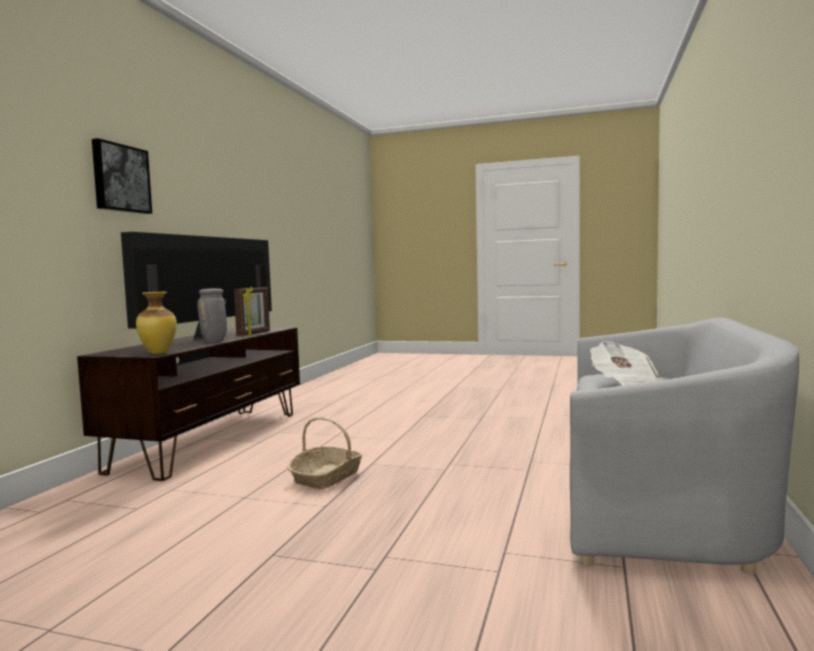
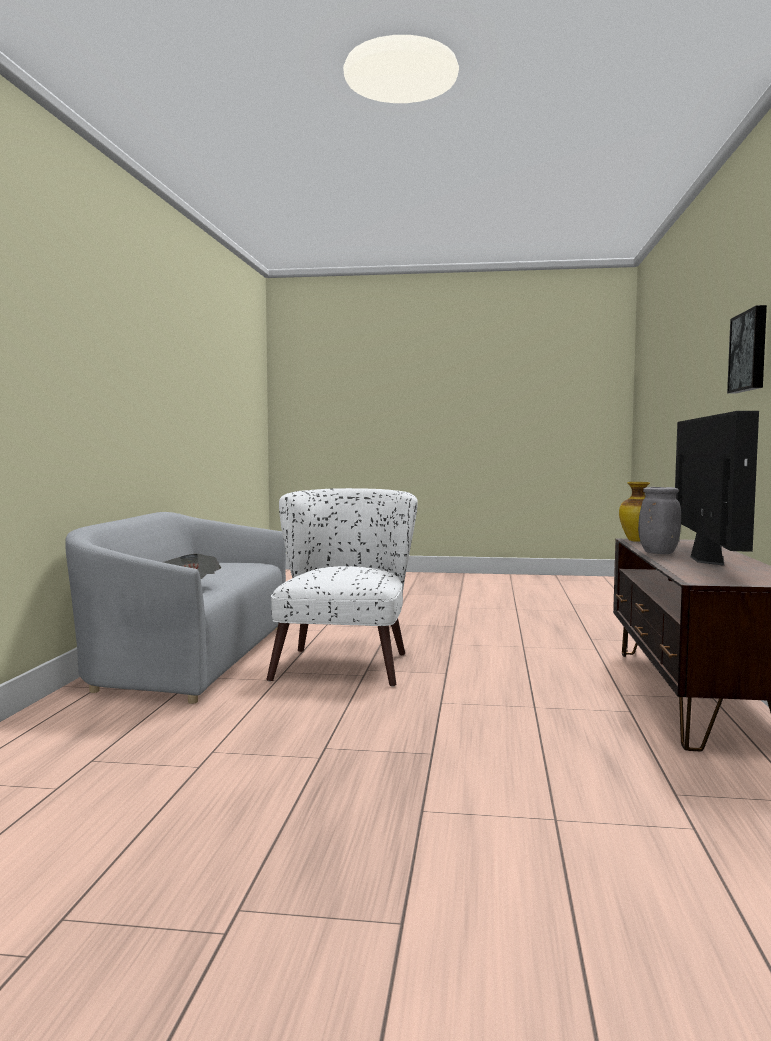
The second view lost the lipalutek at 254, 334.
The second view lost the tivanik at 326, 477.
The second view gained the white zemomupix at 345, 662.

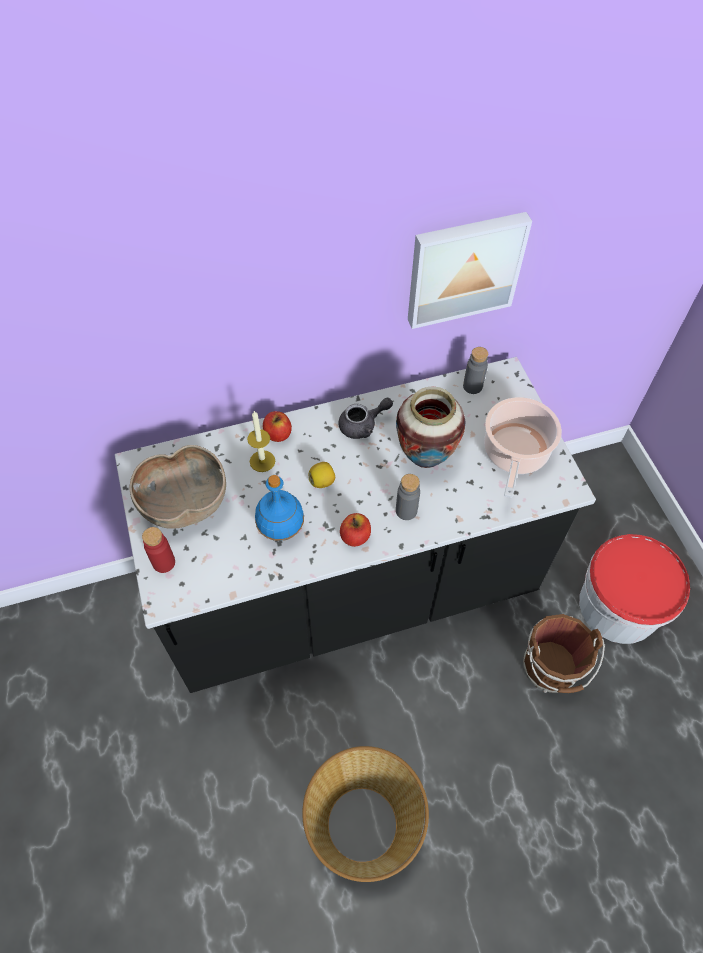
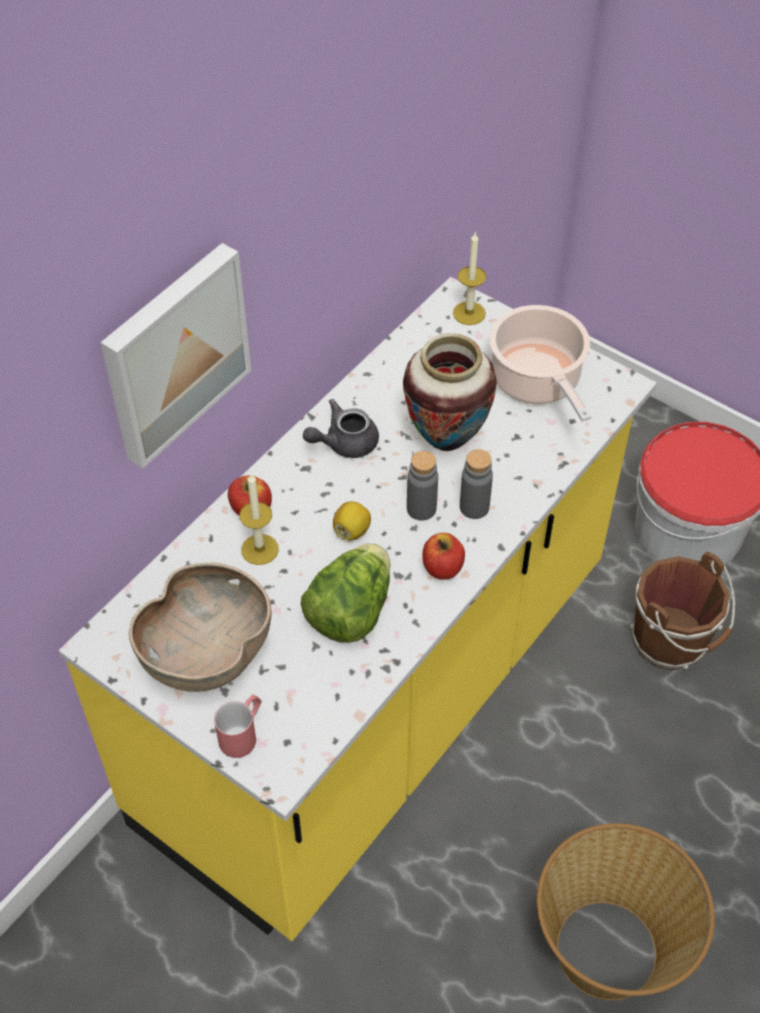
What was the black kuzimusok at 350, 589 turned into the yellow kuzimusok at 380, 697.
Where the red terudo stood at 164, 562, the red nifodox came to stand at 243, 733.
Where the blue terudo stood at 280, 529, the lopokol came to stand at 350, 611.
The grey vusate at 363, 425 ended up facing another way, 150 degrees counterclockwise from before.
The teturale ended up elsewhere, having gone from 464, 268 to 173, 352.
The grey terudo ended up elsewhere, having gone from 472, 386 to 421, 509.
The second view gained the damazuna at 469, 313.

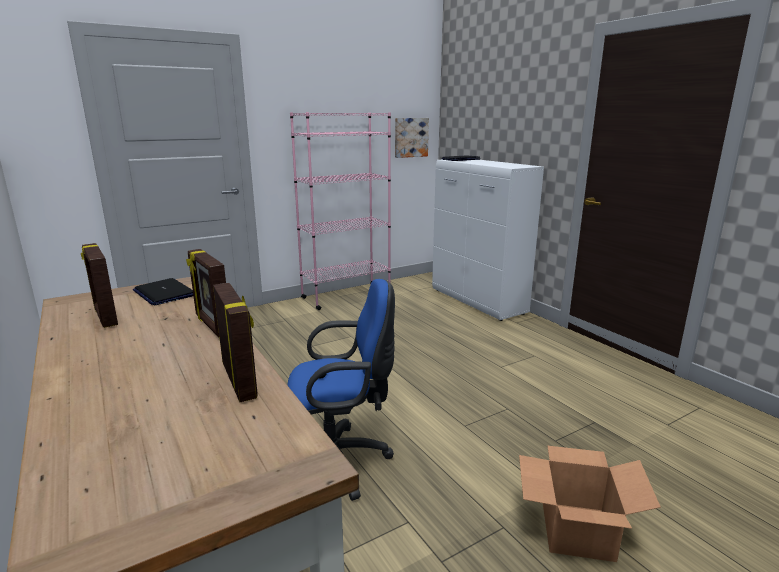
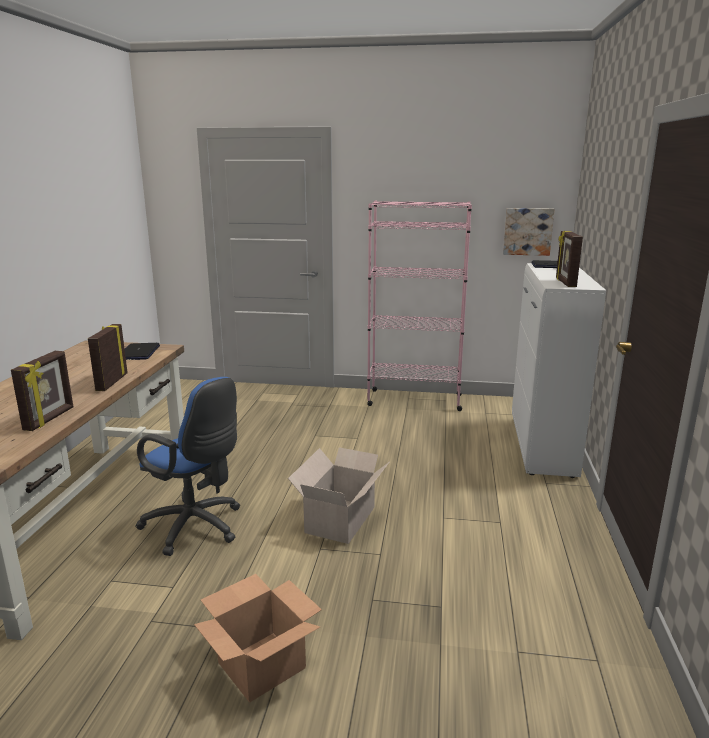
The lipalutek ended up elsewhere, having gone from 104, 316 to 565, 283.
The second view gained the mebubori at 342, 518.

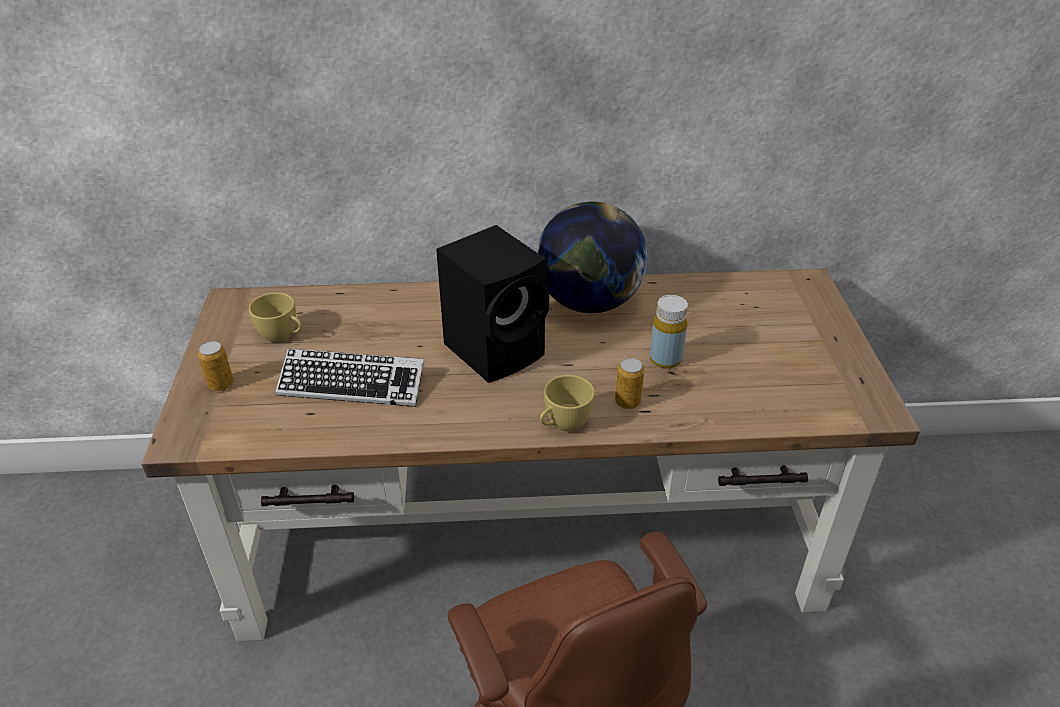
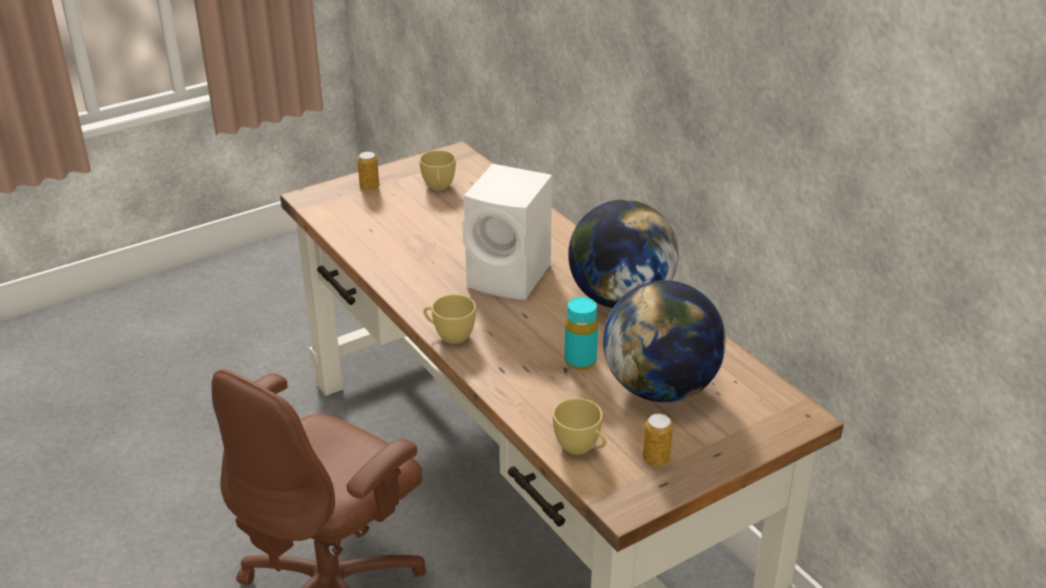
The second view lost the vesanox at 352, 384.
What was the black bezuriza at 497, 349 turned into the white bezuriza at 511, 277.
The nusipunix ended up elsewhere, having gone from 627, 402 to 656, 459.
What was the yellow terudo at 665, 359 turned into the turquoise terudo at 580, 361.
The second view gained the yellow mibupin at 581, 448.
The second view gained the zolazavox at 660, 388.

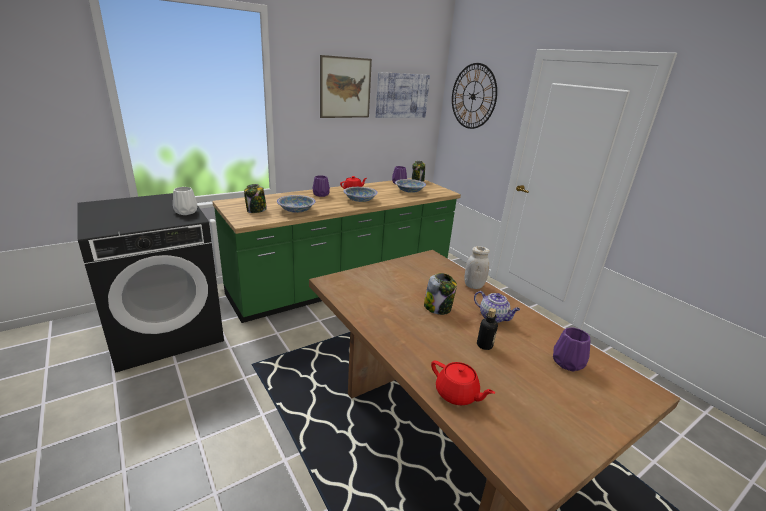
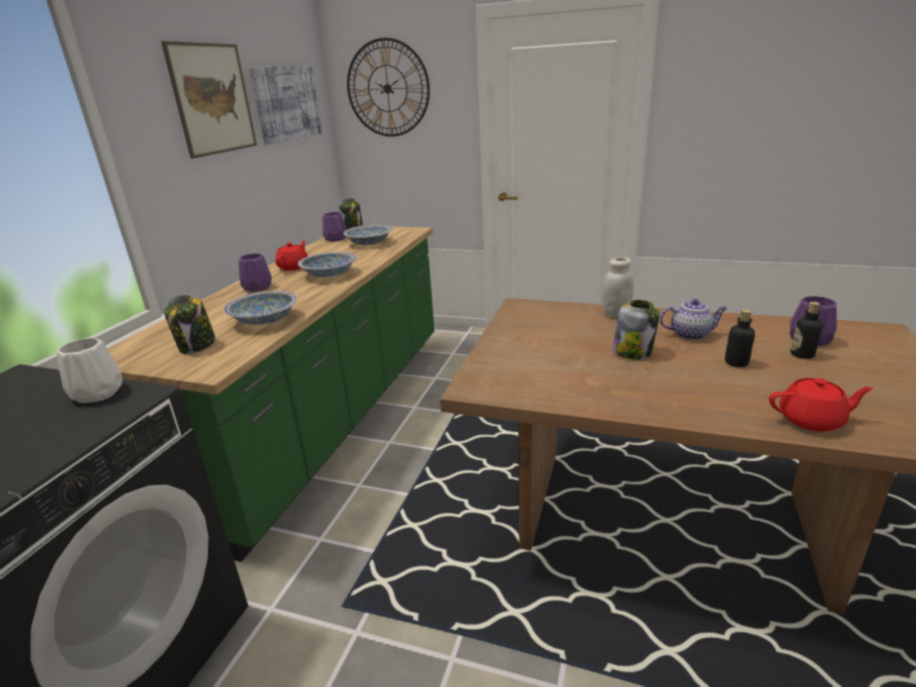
The second view gained the terudo at 802, 354.

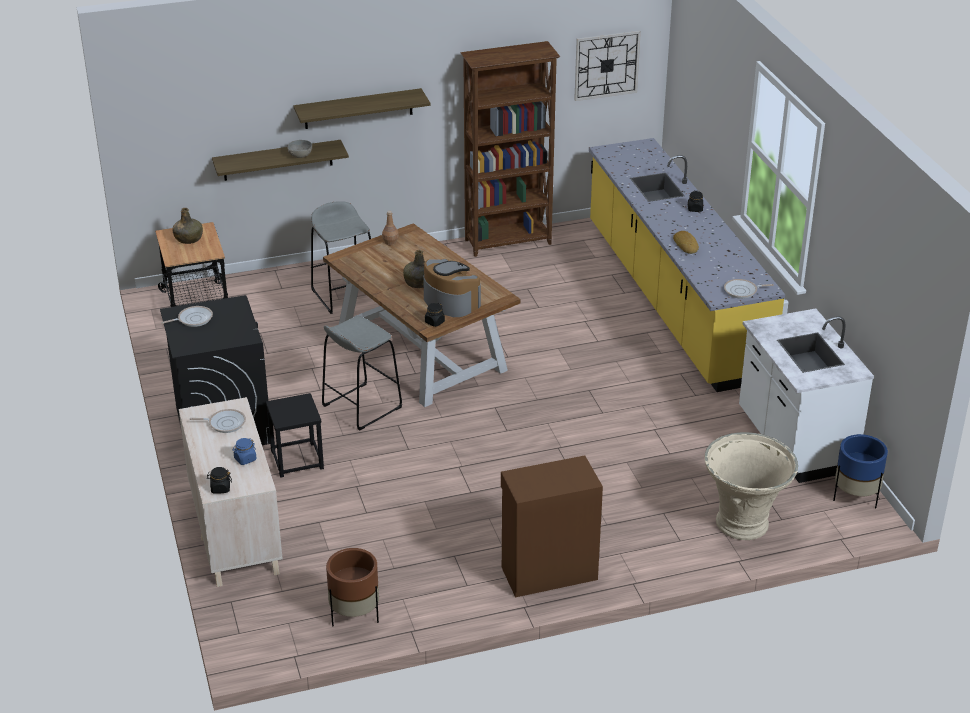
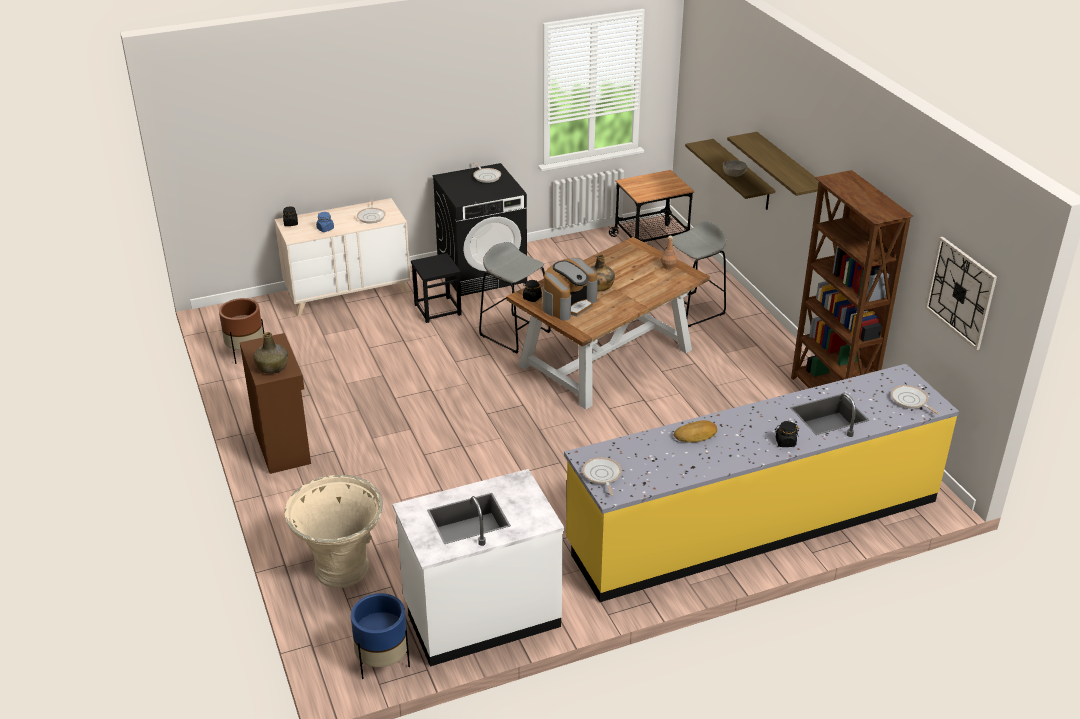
The green terudo ended up elsewhere, having gone from 188, 239 to 272, 367.
The second view gained the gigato at 910, 401.

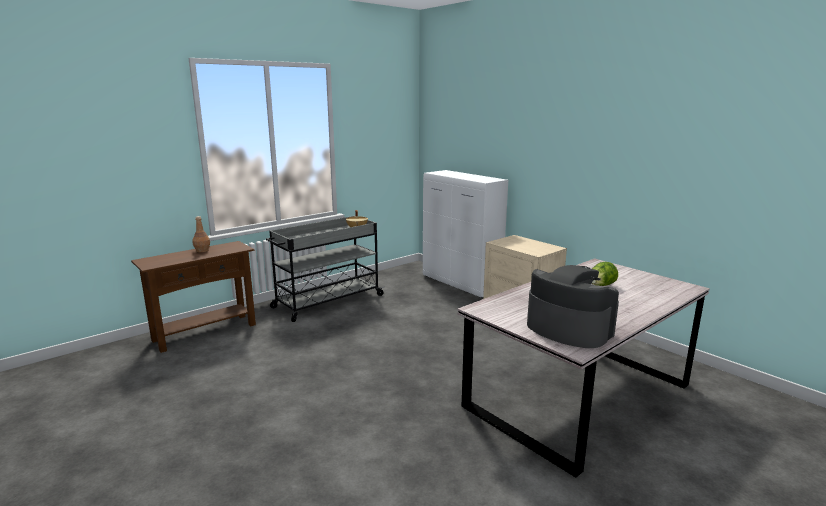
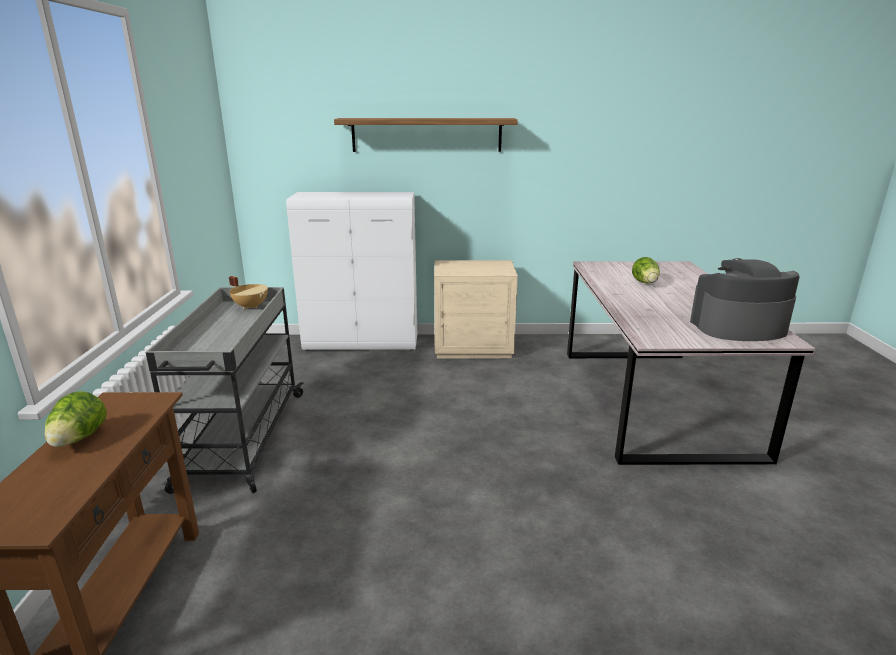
Where the brown terudo stood at 202, 250, the lopokol came to stand at 79, 439.
The second view gained the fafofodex at 426, 135.

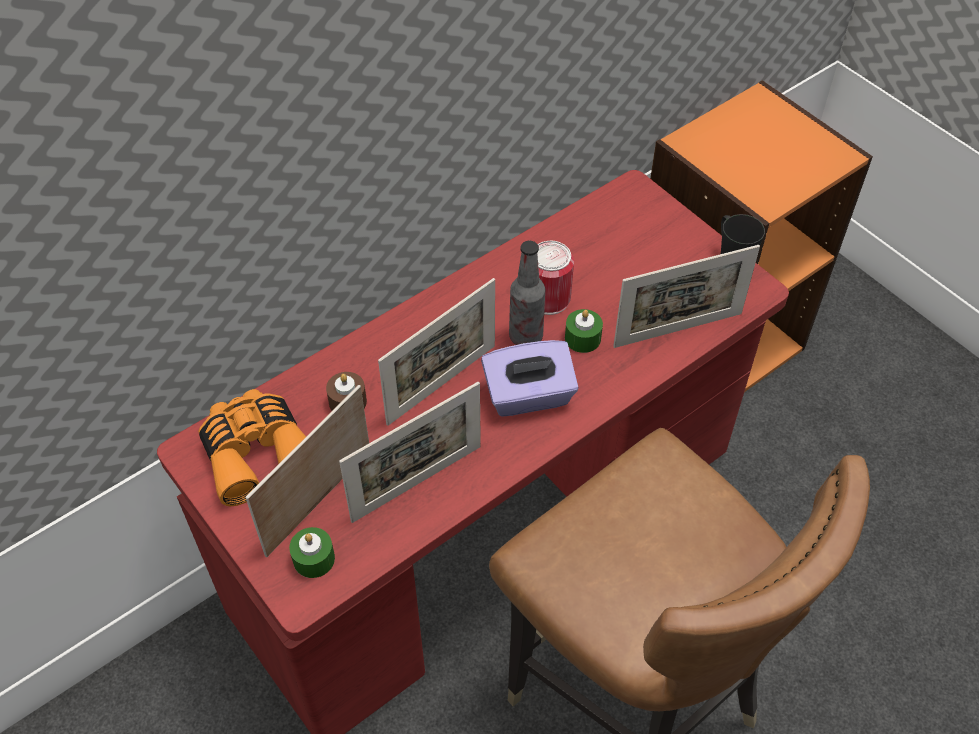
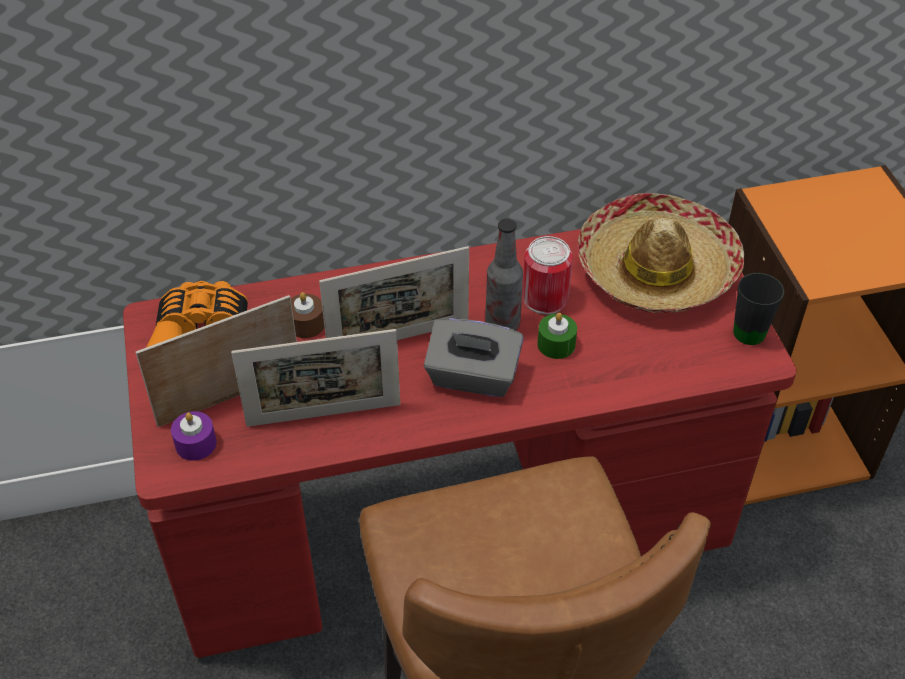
What was the green damazuna at 314, 559 turned into the purple damazuna at 196, 444.
What was the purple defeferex at 529, 396 turned into the grey defeferex at 472, 377.
The second view lost the lipalutek at 678, 330.
The second view gained the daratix at 656, 269.

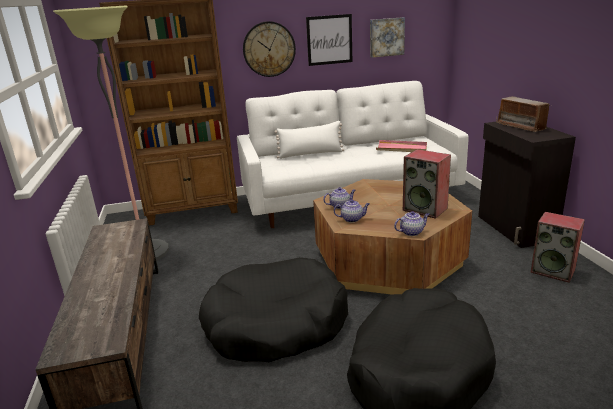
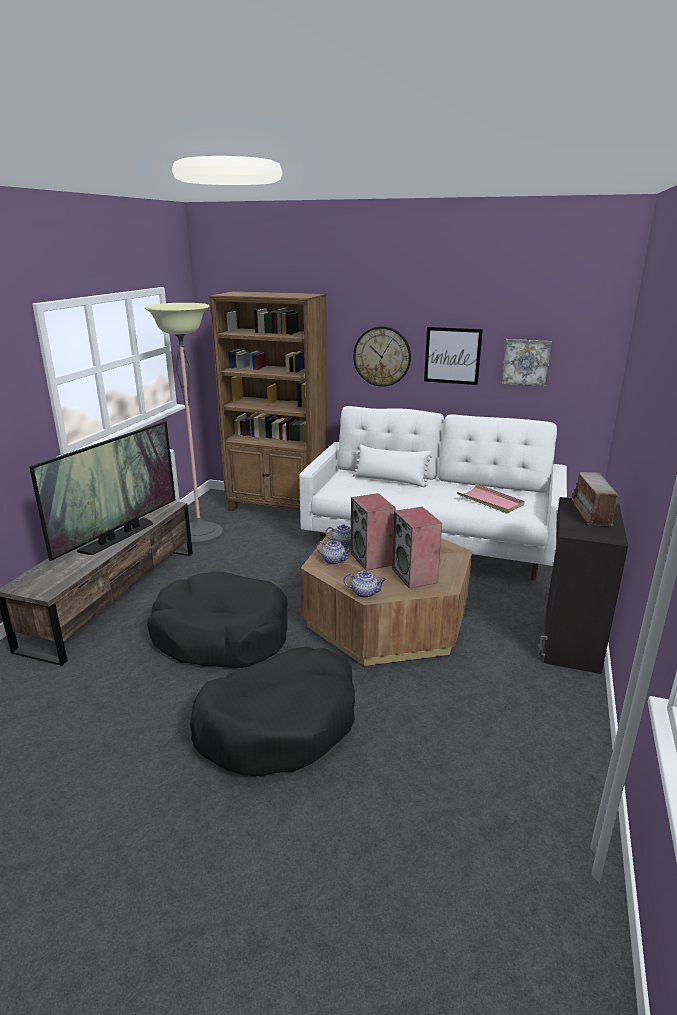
The bezuriza ended up elsewhere, having gone from 553, 271 to 372, 559.
The second view gained the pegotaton at 118, 537.

